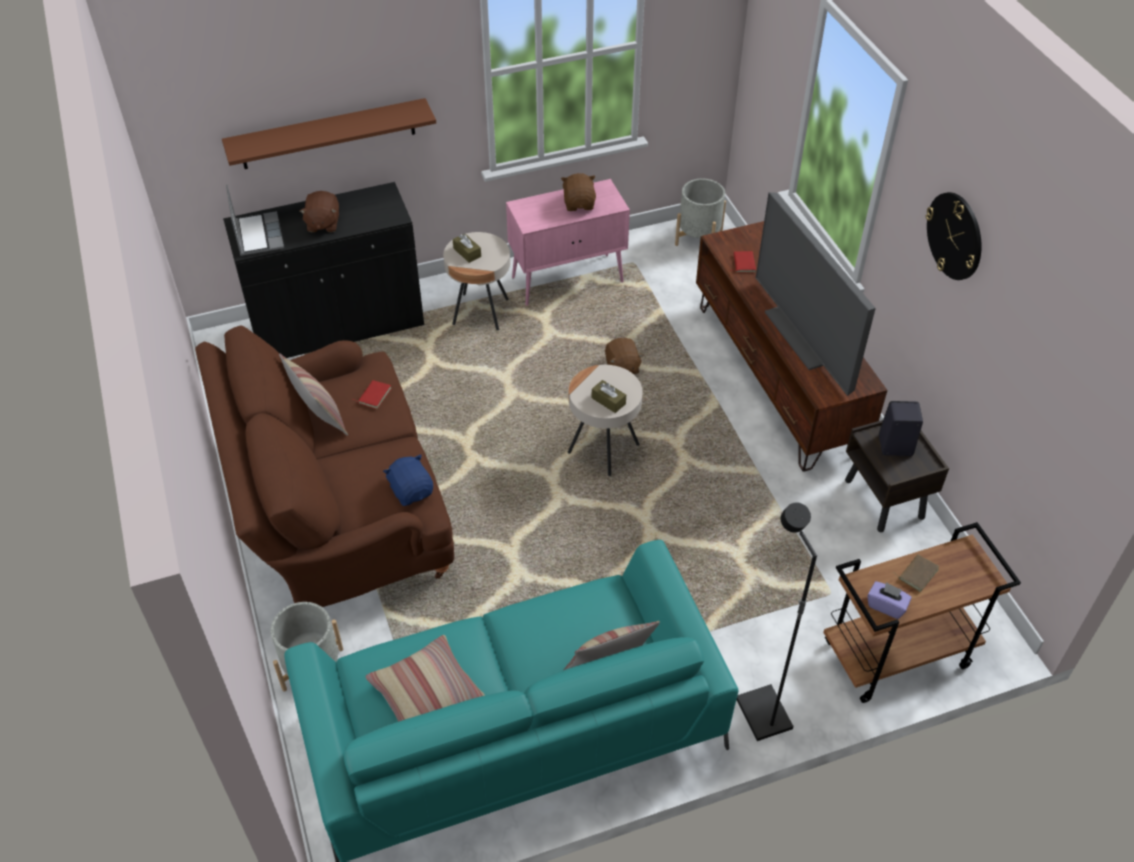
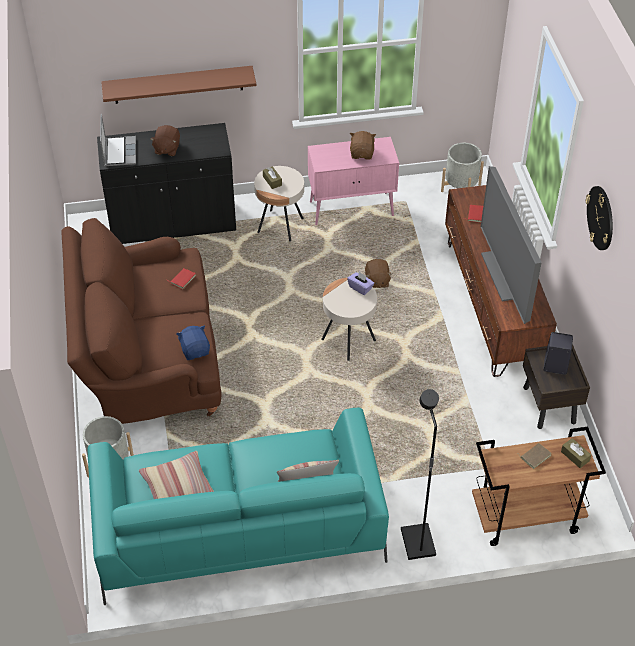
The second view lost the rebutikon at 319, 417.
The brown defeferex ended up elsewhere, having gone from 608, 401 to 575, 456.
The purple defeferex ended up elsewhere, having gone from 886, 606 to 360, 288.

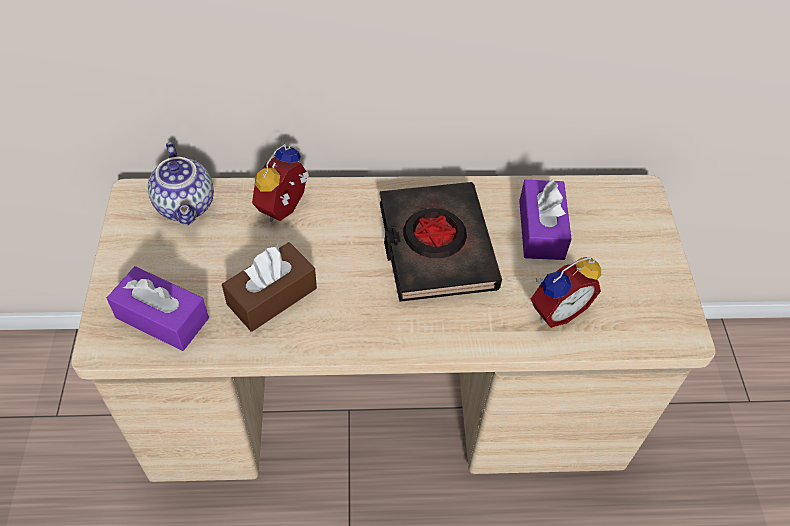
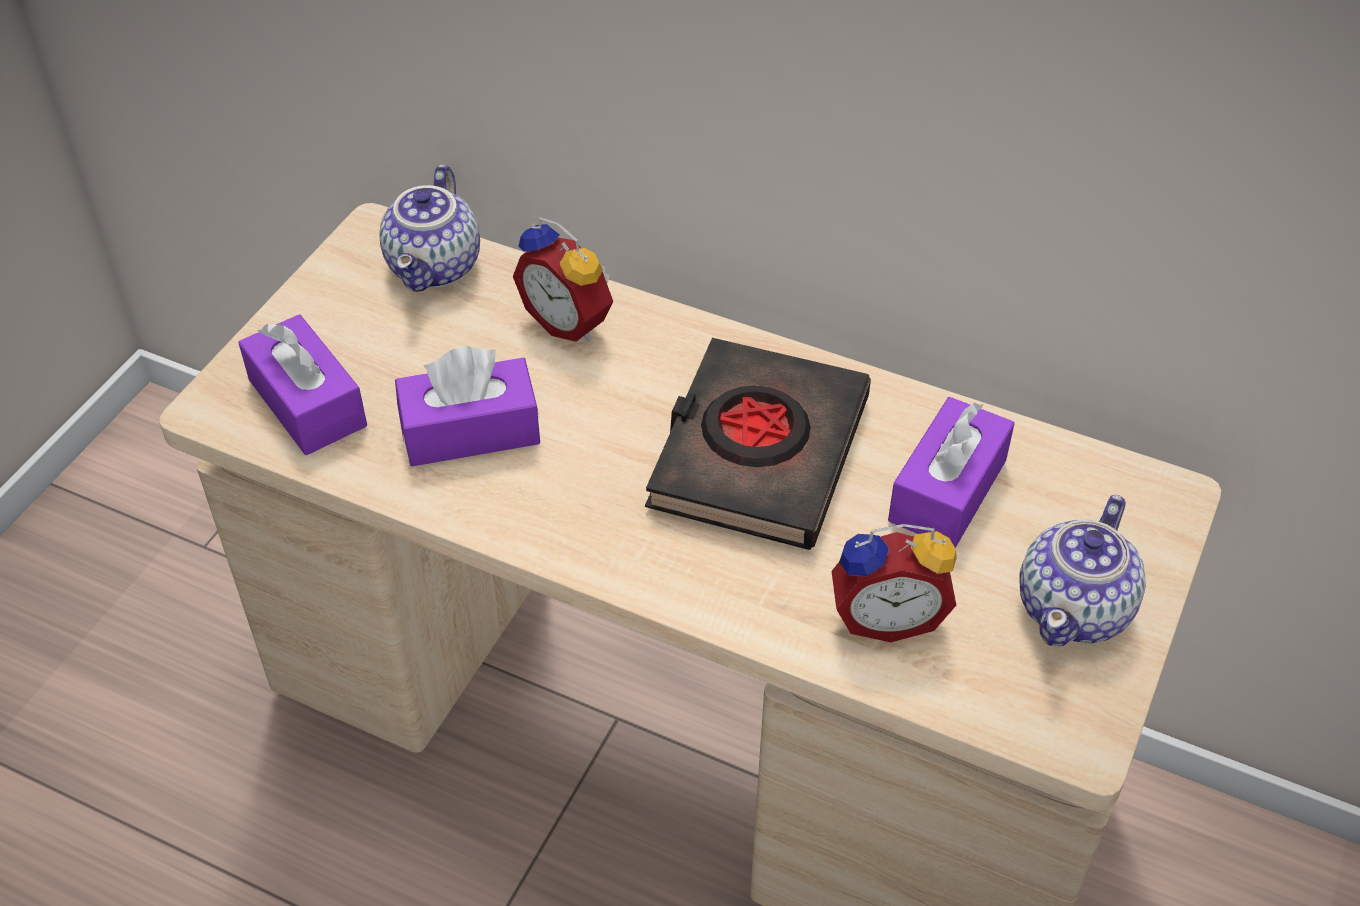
What was the brown defeferex at 272, 296 turned into the purple defeferex at 470, 431.
The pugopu at 286, 209 ended up facing another way, 105 degrees counterclockwise from before.
The second view gained the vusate at 1075, 608.

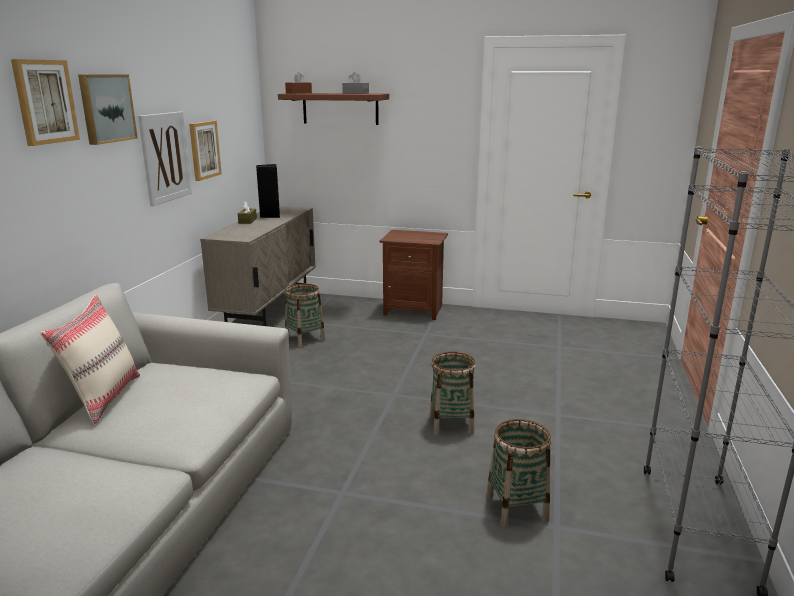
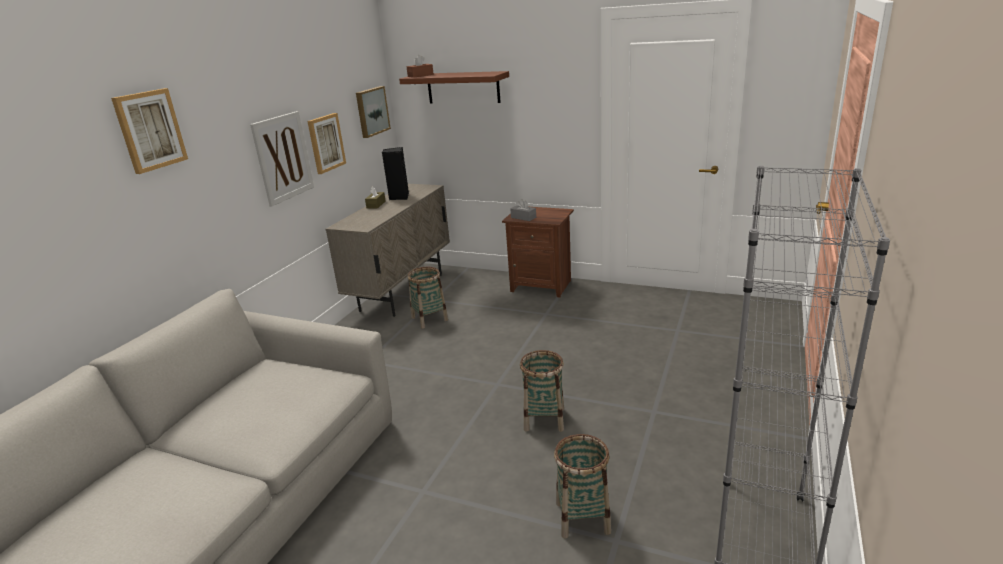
The second view lost the beige rebutikon at 103, 397.
The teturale ended up elsewhere, having gone from 106, 108 to 371, 111.
The grey defeferex ended up elsewhere, having gone from 355, 93 to 523, 217.

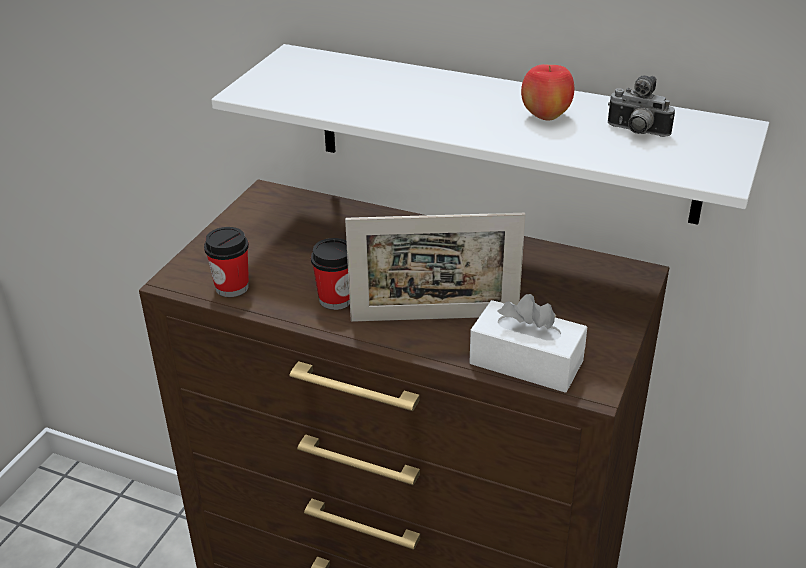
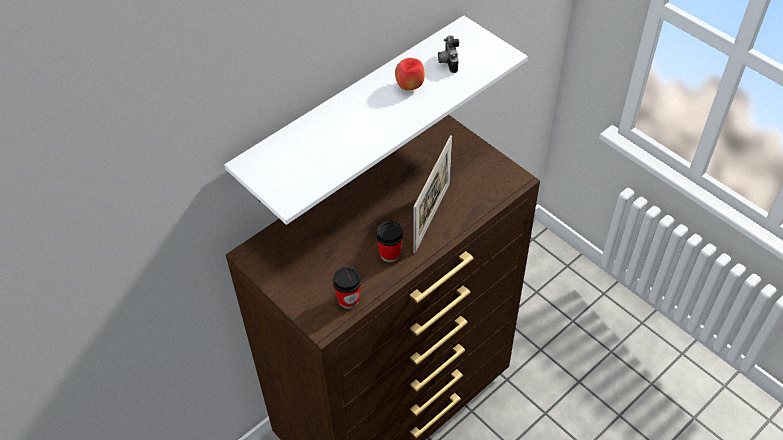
The second view lost the white defeferex at 526, 362.
The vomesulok at 636, 132 ended up facing another way, 120 degrees clockwise from before.

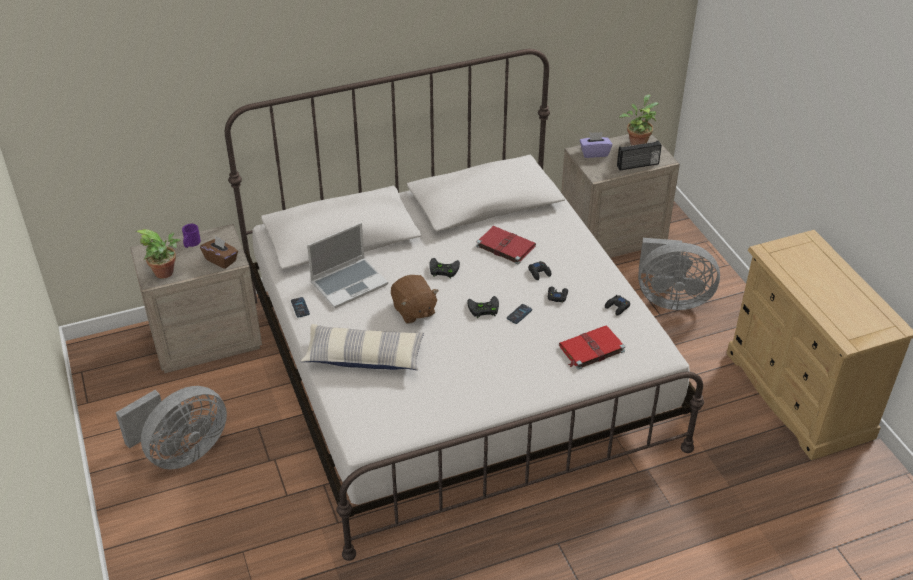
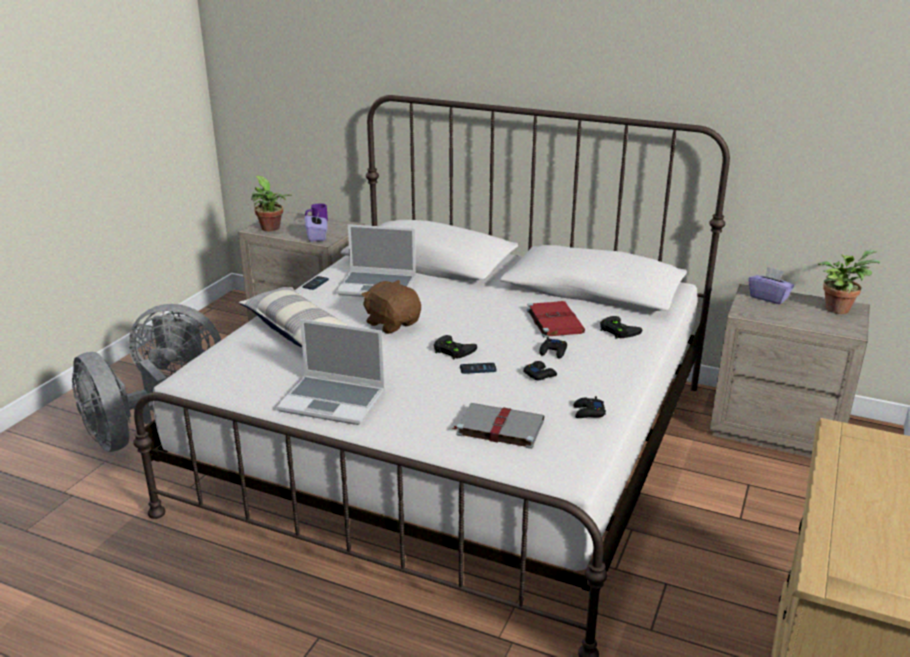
What was the brown defeferex at 221, 260 turned into the purple defeferex at 317, 237.
The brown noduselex at 413, 311 ended up facing another way, 120 degrees clockwise from before.
The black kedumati ended up elsewhere, having gone from 442, 270 to 617, 330.
What was the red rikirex at 590, 349 turned into the grey rikirex at 499, 427.
The second view lost the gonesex at 638, 165.
The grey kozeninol ended up elsewhere, having gone from 670, 299 to 122, 438.
The second view gained the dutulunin at 334, 401.

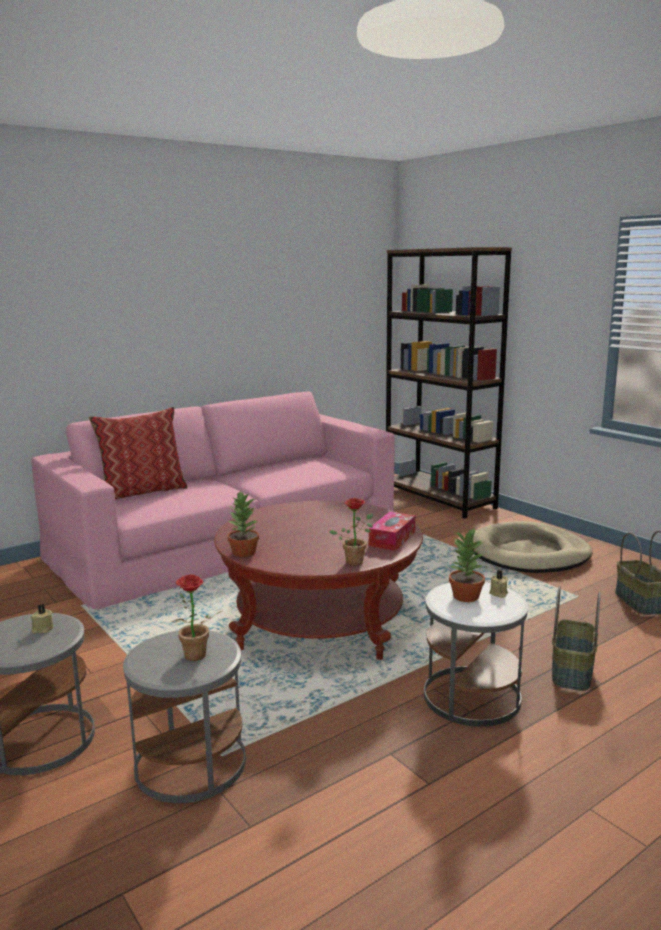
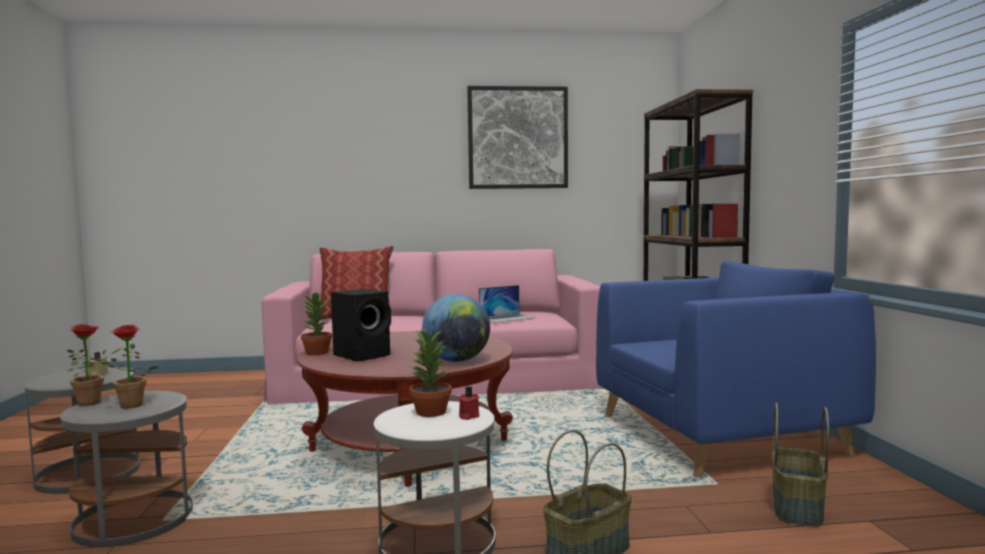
The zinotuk ended up elsewhere, having gone from 355, 561 to 94, 402.
Where the defeferex stood at 392, 539, the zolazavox came to stand at 457, 361.
Where the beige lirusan stood at 528, 553, the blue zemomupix came to stand at 718, 434.
What was the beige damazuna at 498, 593 turned into the red damazuna at 468, 416.
The second view gained the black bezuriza at 364, 355.
The second view gained the teturale at 518, 138.
The second view gained the dutulunin at 507, 317.

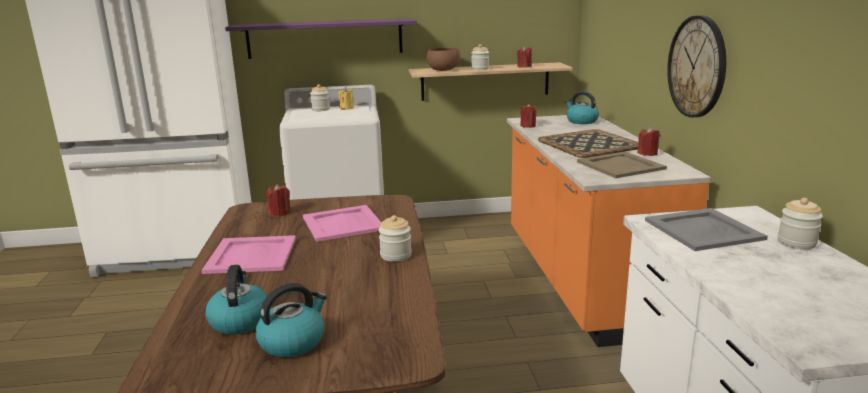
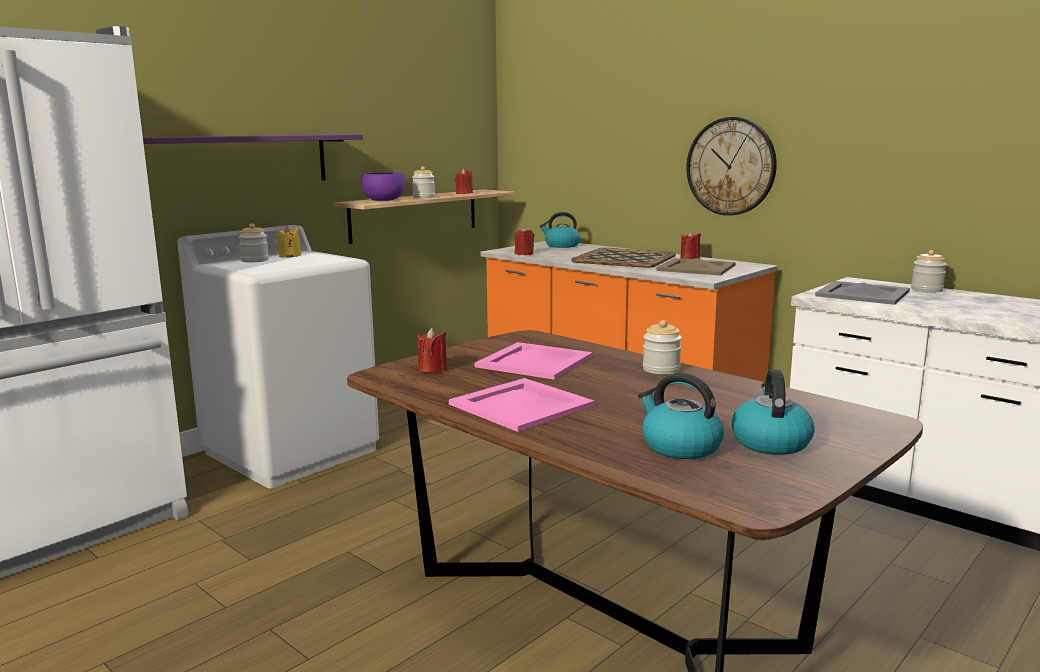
What was the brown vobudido at 443, 70 turned into the purple vobudido at 384, 200.

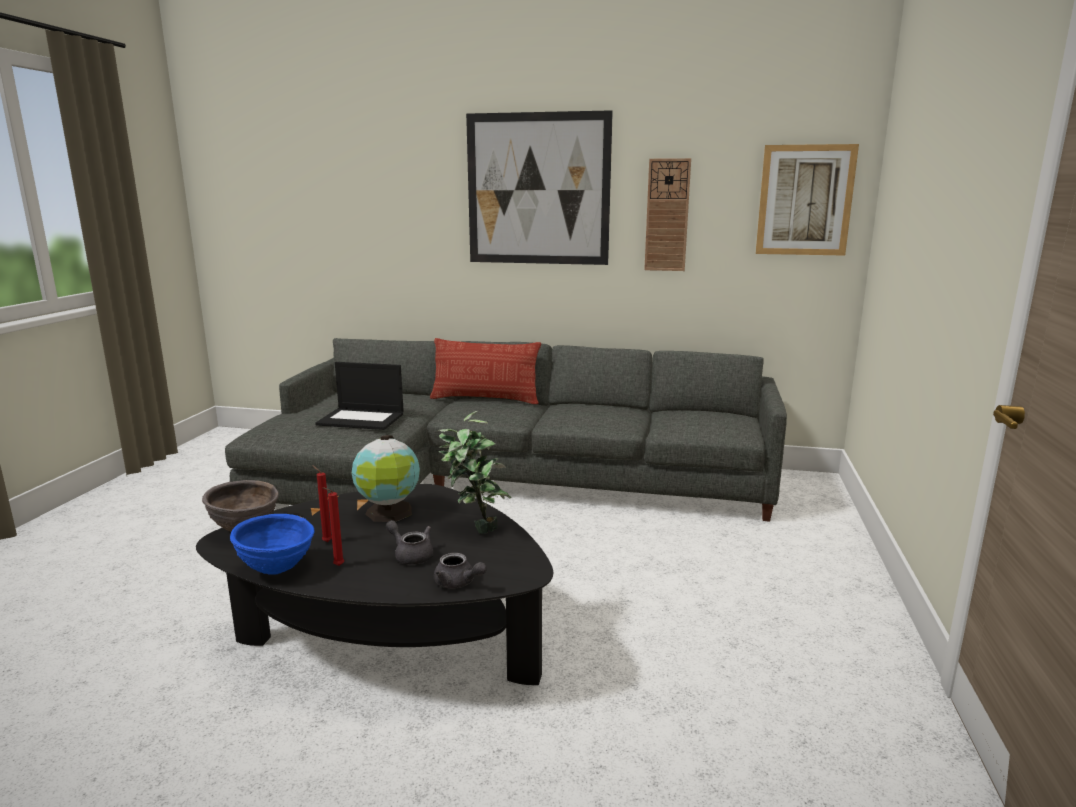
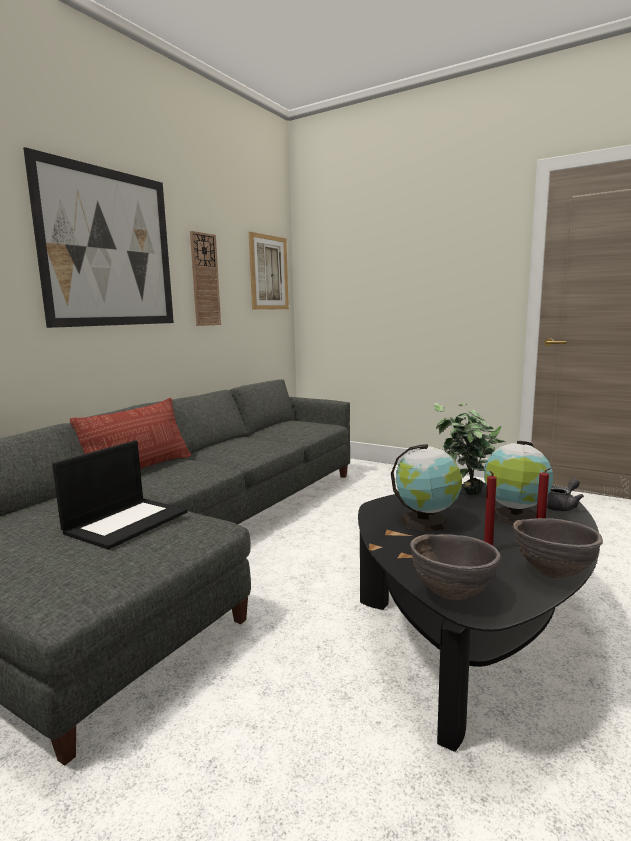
What was the blue vobudido at 277, 570 turned into the brown vobudido at 553, 573.
Where the grey vusate stood at 411, 555, the zolazavox came to stand at 515, 518.

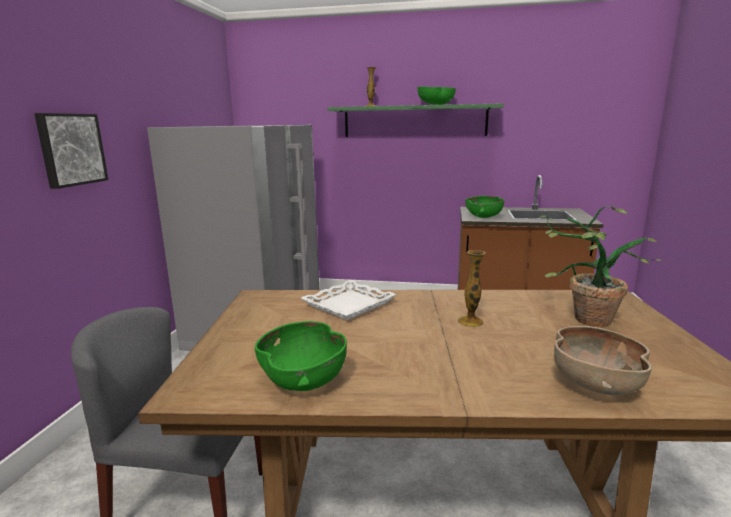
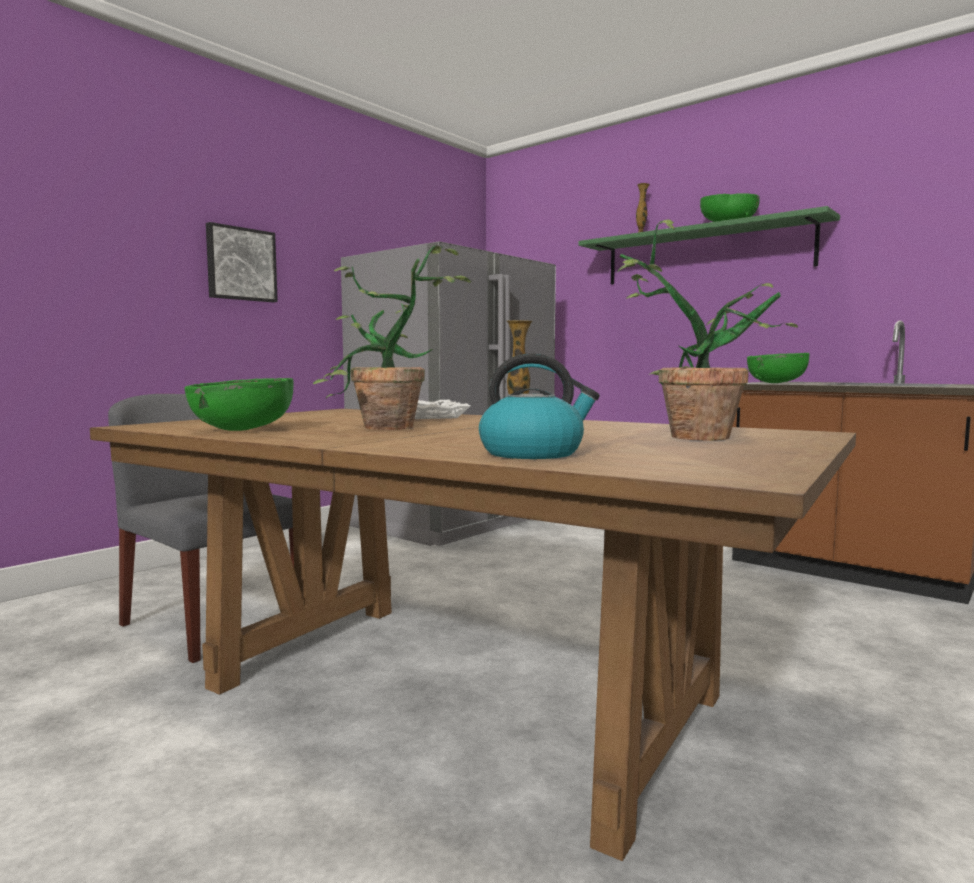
Where the brown vobudido stood at 595, 384, the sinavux came to stand at 533, 453.
The second view gained the zinotuk at 387, 429.

